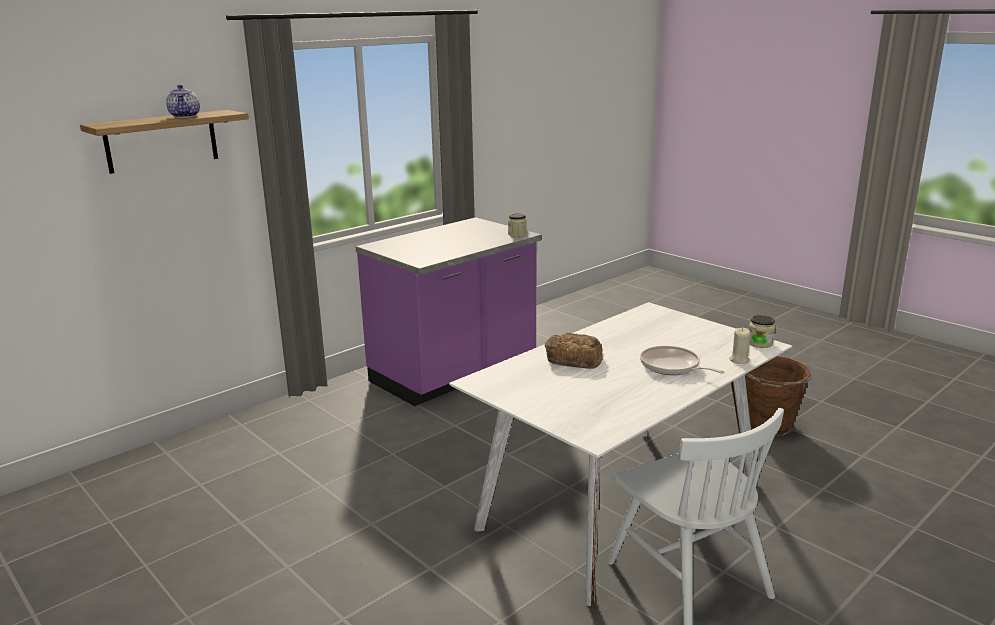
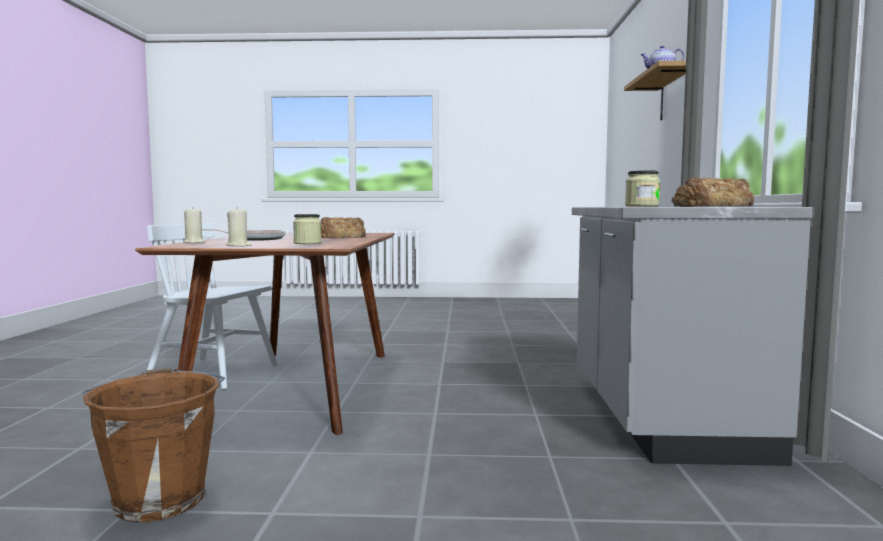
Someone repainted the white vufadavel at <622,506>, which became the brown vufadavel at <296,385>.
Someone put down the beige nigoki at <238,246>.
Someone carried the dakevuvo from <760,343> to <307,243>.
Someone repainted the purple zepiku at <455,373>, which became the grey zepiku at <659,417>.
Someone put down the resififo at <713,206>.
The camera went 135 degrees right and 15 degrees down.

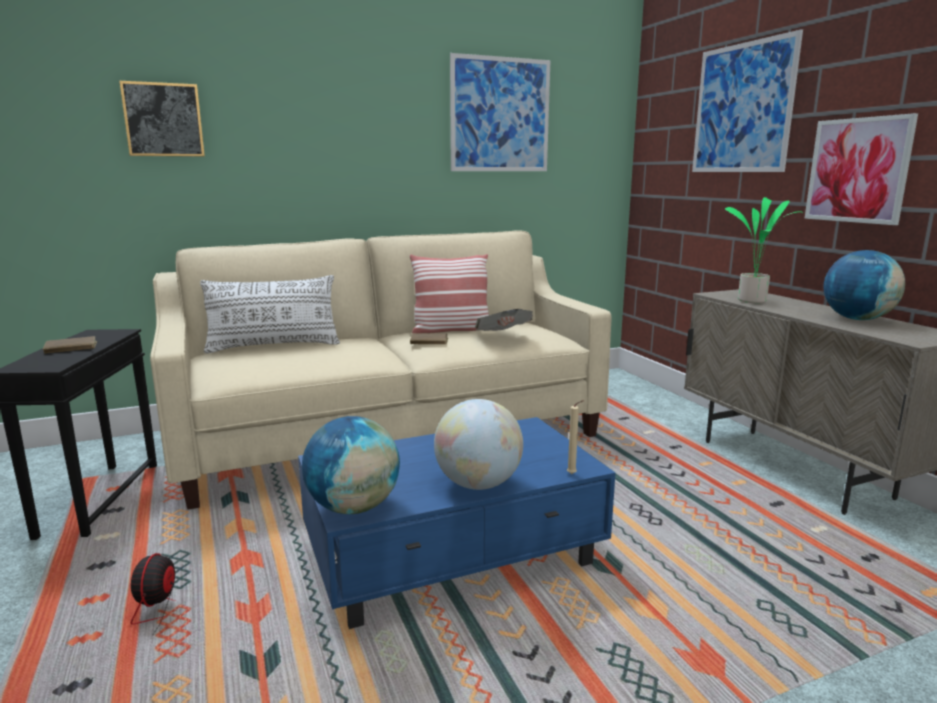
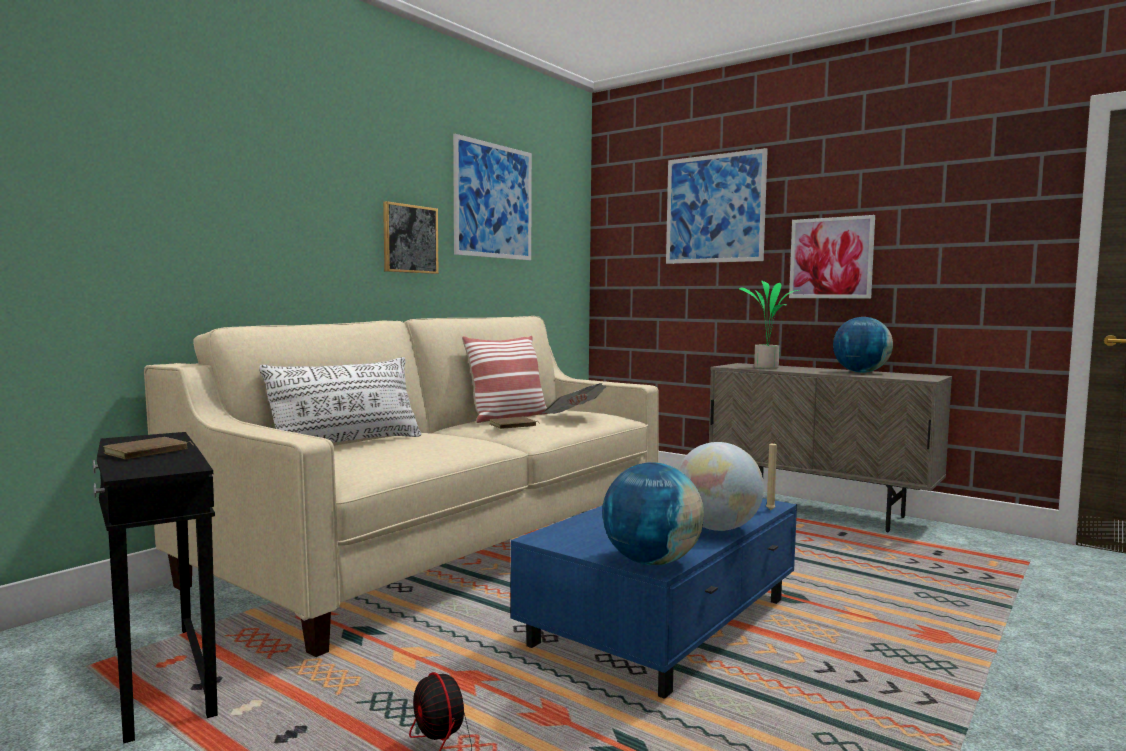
Someone carried the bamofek from <163,120> to <410,239>.
The camera went 30 degrees left and 10 degrees down.

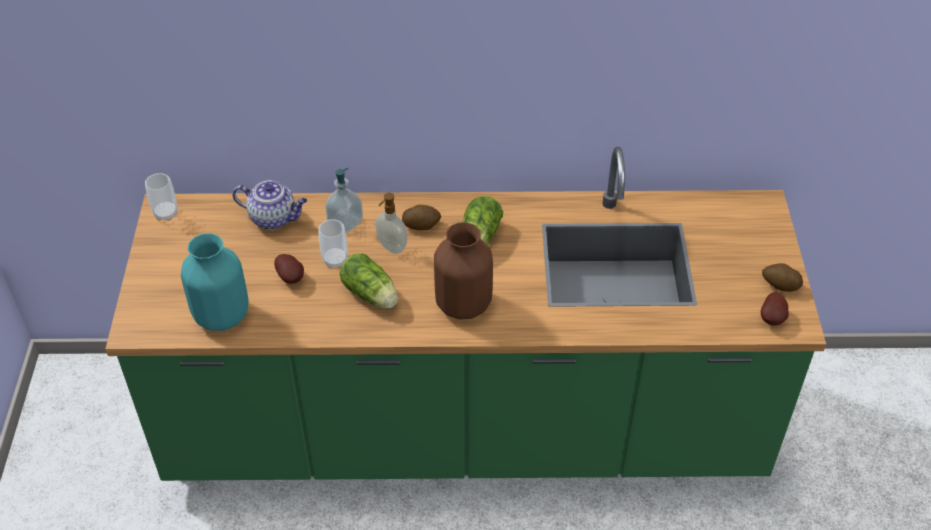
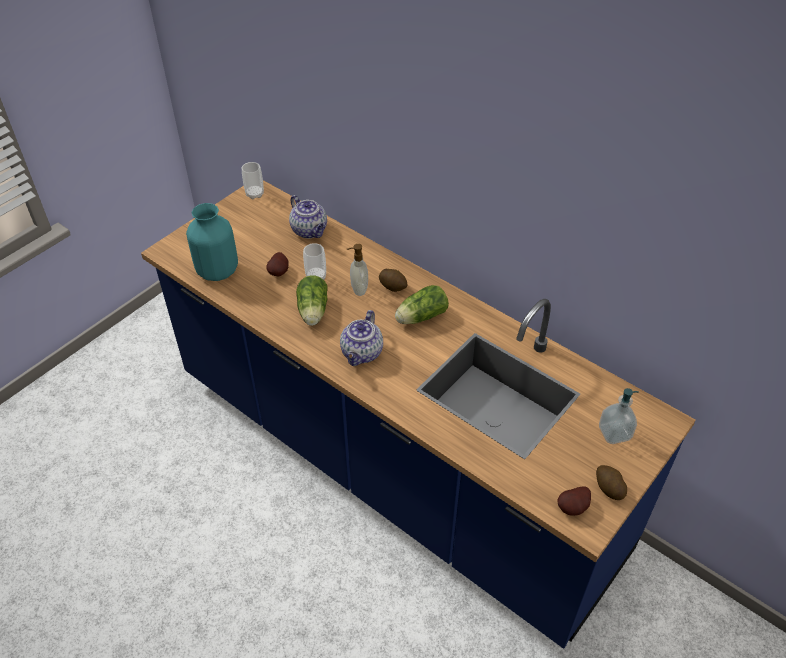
Someone repainted the green zepiku at <465,428>, which became the blue zepiku at <393,462>.
Someone swapped the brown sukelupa at <464,305> for the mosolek at <362,354>.
Someone carried the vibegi from <345,222> to <614,433>.
The camera went 40 degrees right and 0 degrees up.

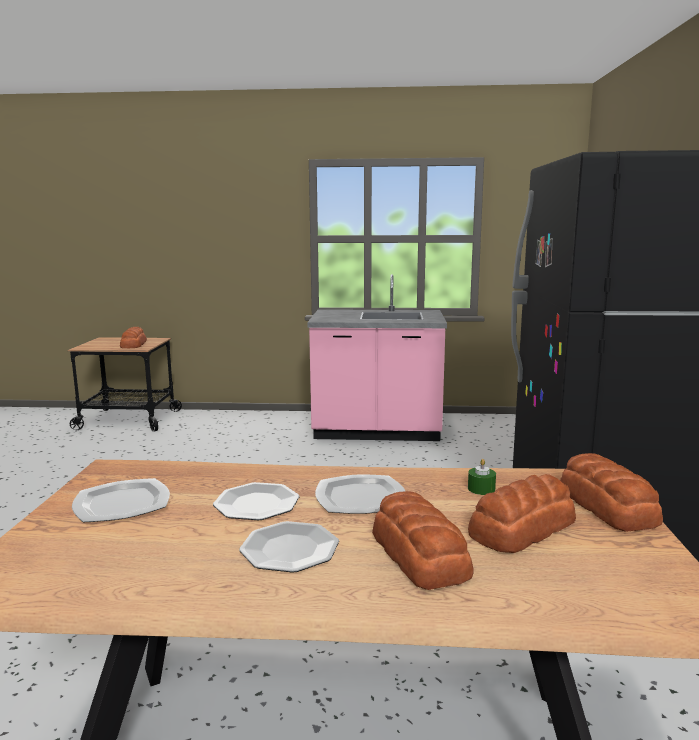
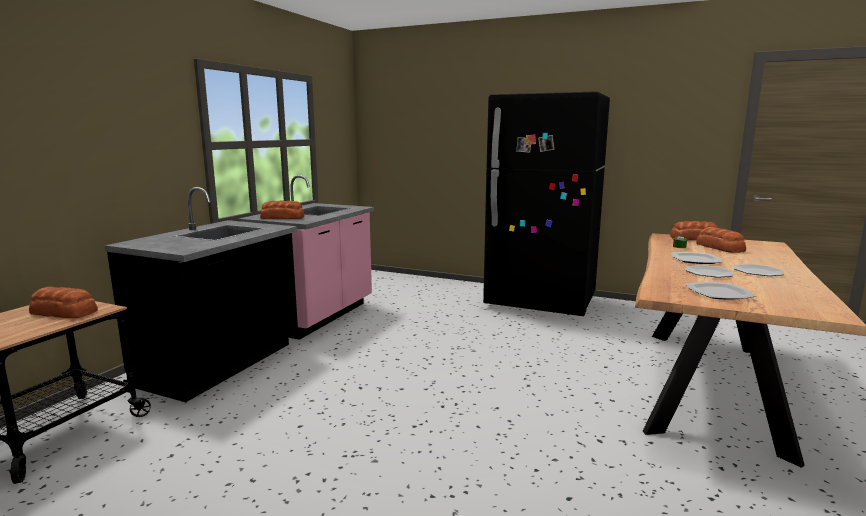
Someone put down the black zepiku at <222,365>.
Someone carried the resififo from <419,554> to <282,217>.
The camera went 70 degrees left and 0 degrees up.

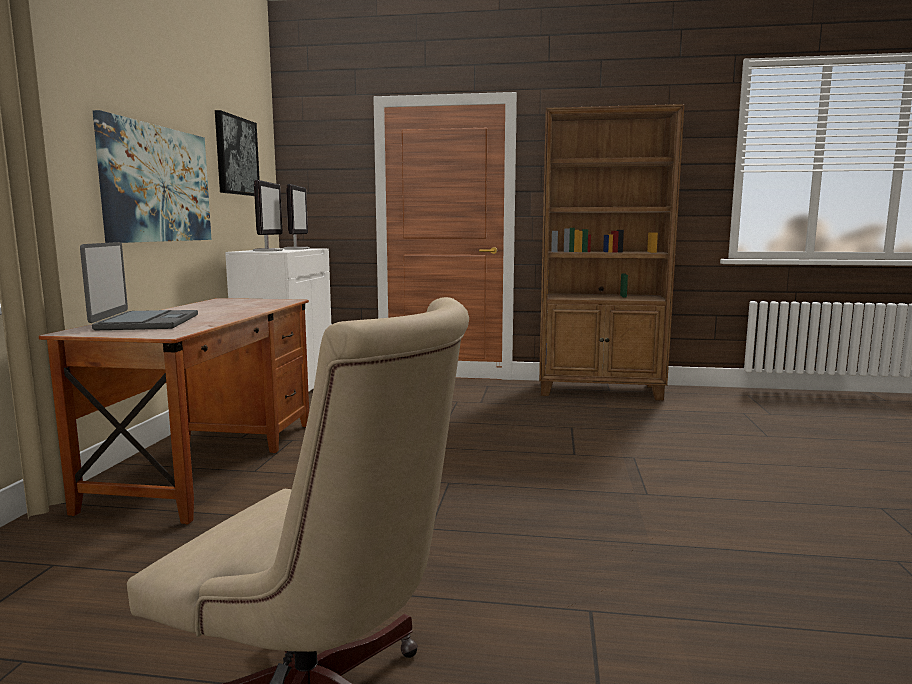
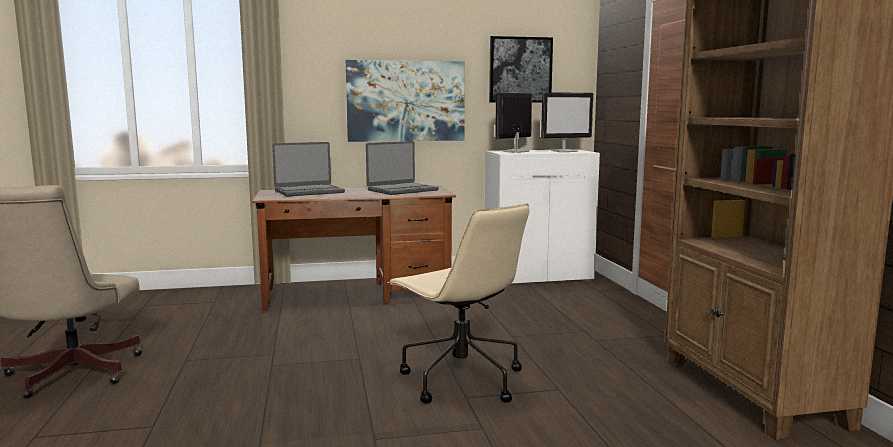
Someone put down the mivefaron at <402,190>.
Someone put down the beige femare at <460,380>.
Someone rotated the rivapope at <268,250> by 150 degrees clockwise.
The camera went 70 degrees right and 0 degrees up.

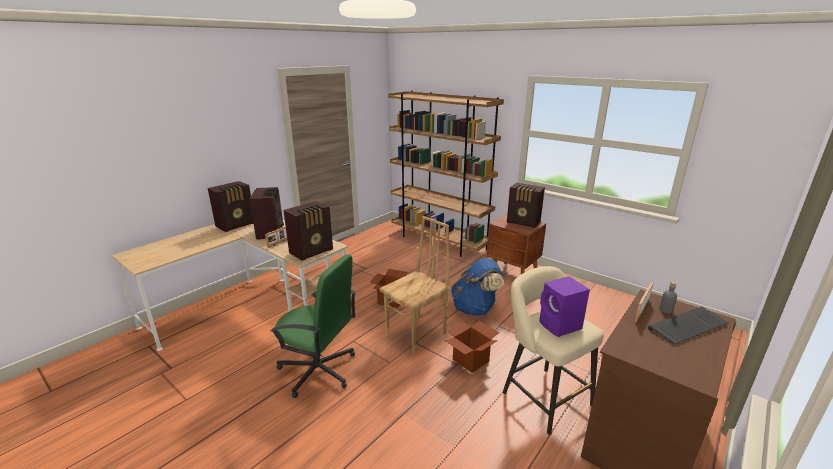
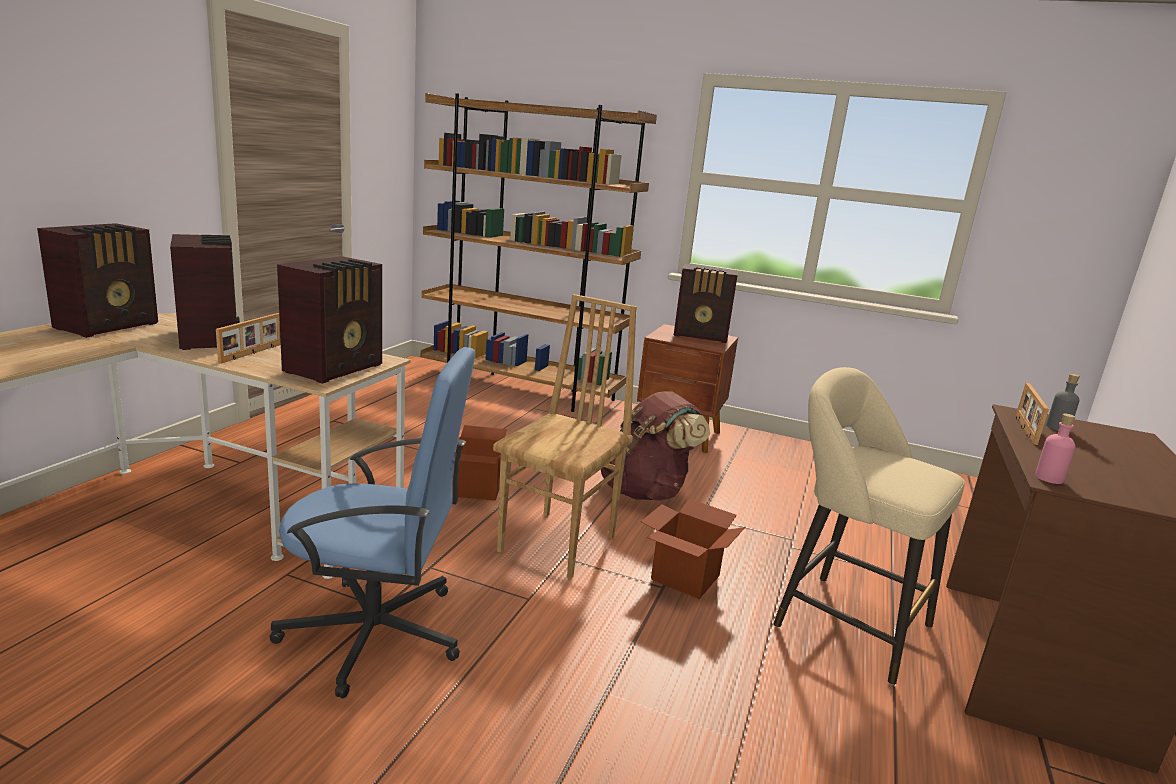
Someone repainted the green femare at <318,370>, which became the blue femare at <377,633>.
Someone repainted the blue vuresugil at <475,308>, which became the brown vuresugil at <645,492>.
Someone put down the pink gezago at <1049,478>.
Someone took away the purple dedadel at <560,326>.
Someone took away the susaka at <688,327>.
The camera went 20 degrees left and 5 degrees down.

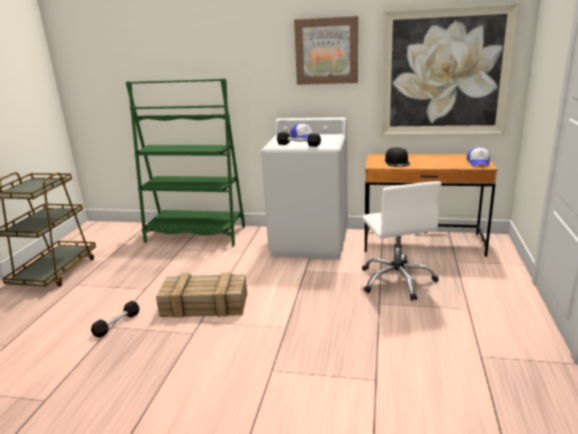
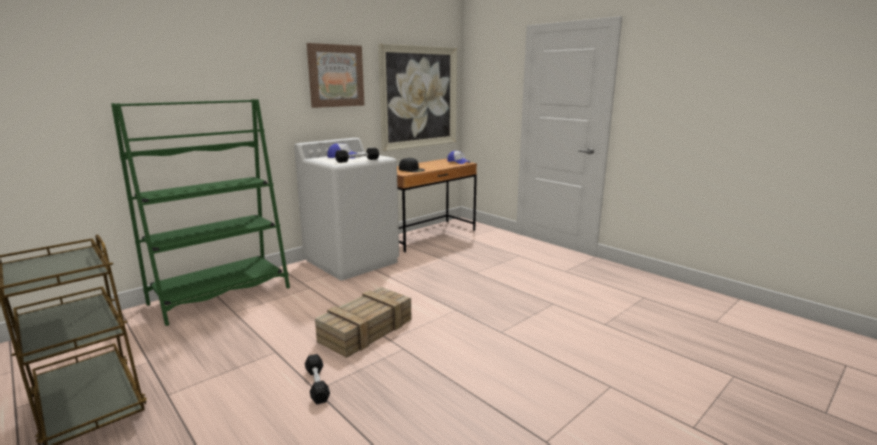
Someone took away the white femare at <397,280>.
The camera went 55 degrees left and 5 degrees down.

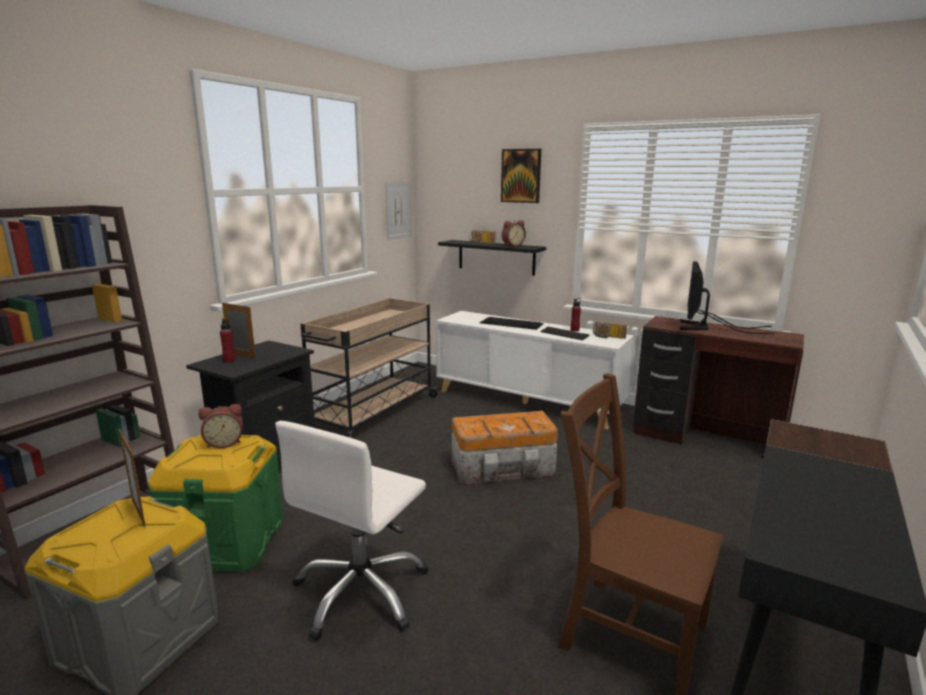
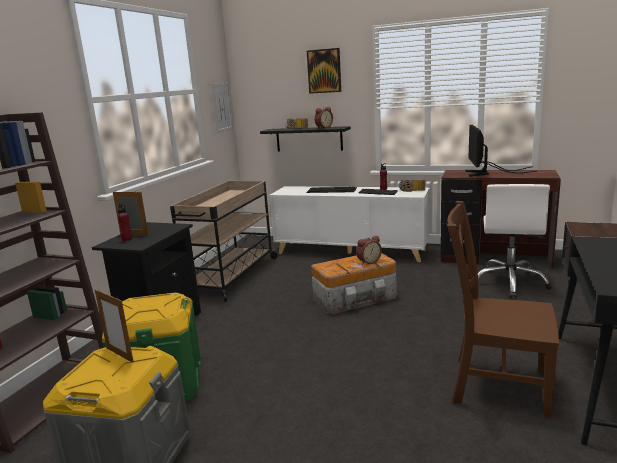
Someone carried the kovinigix from <224,443> to <368,261>.
Someone carried the white femare from <361,592> to <510,282>.
The camera went 10 degrees left and 0 degrees up.

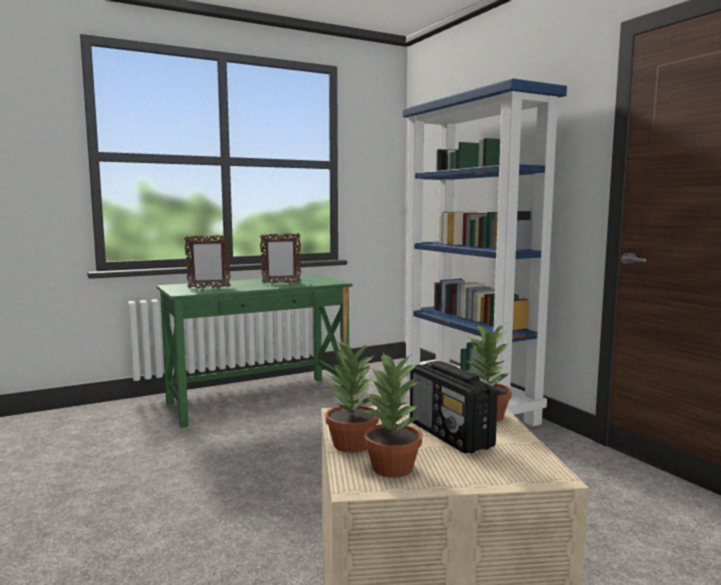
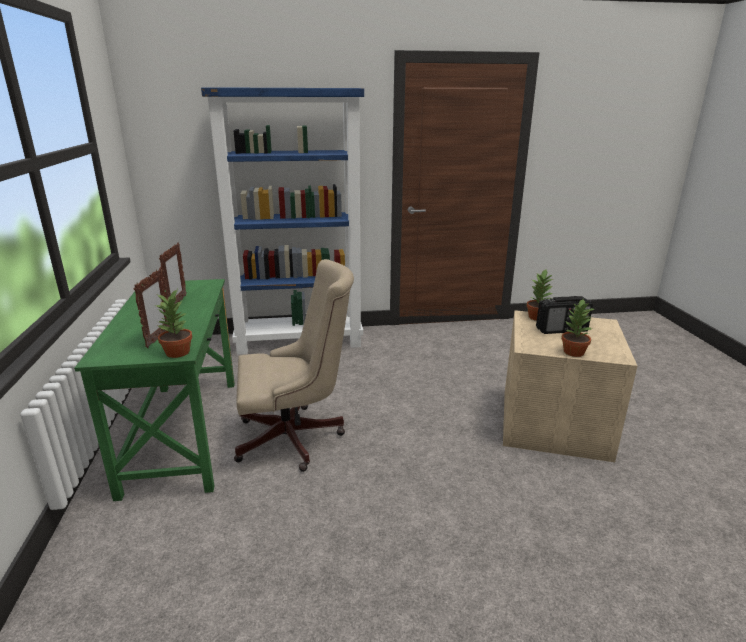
Someone carried the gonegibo from <392,468> to <178,352>.
Someone put down the beige femare at <296,438>.
The camera went 70 degrees left and 15 degrees up.

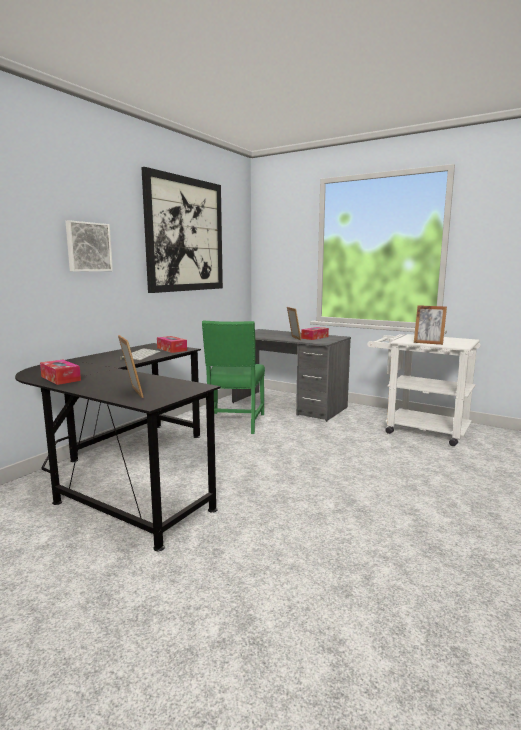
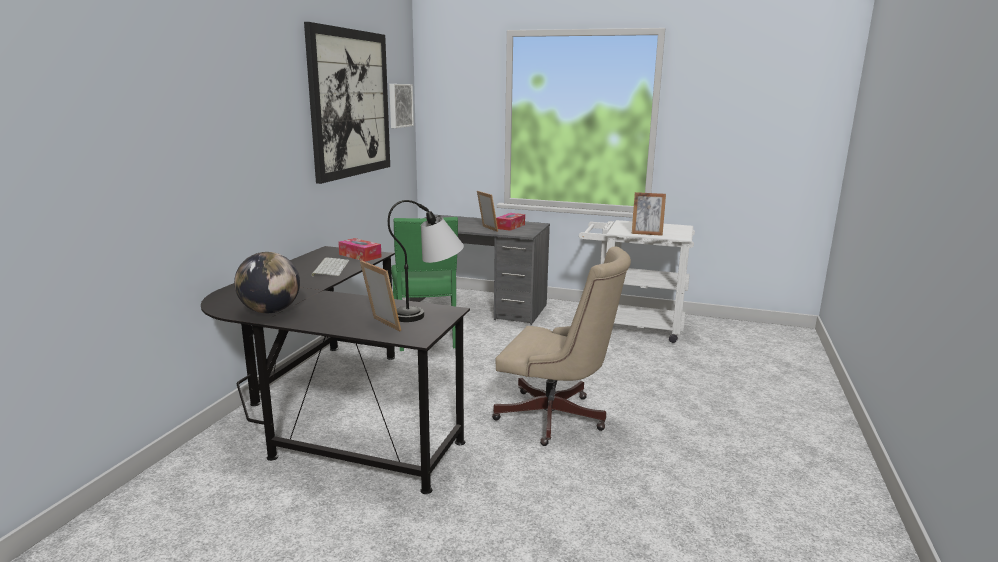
Someone swapped the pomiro at <60,378> for the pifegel at <270,311>.
Someone put down the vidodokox at <429,313>.
Someone carried the bamofek from <88,247> to <399,105>.
Someone put down the beige femare at <557,419>.
The camera went 15 degrees left and 5 degrees up.

